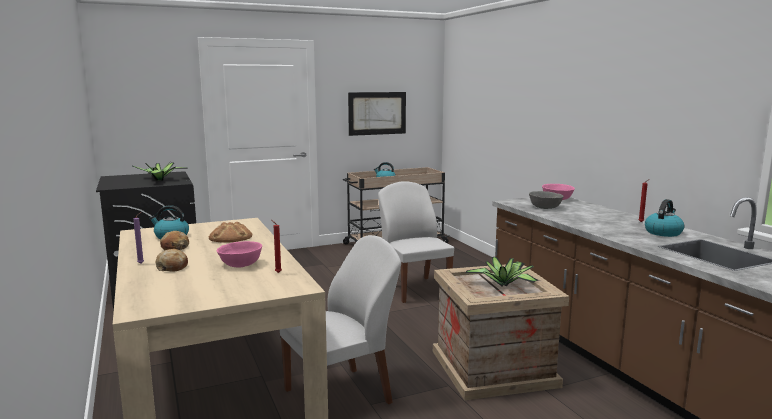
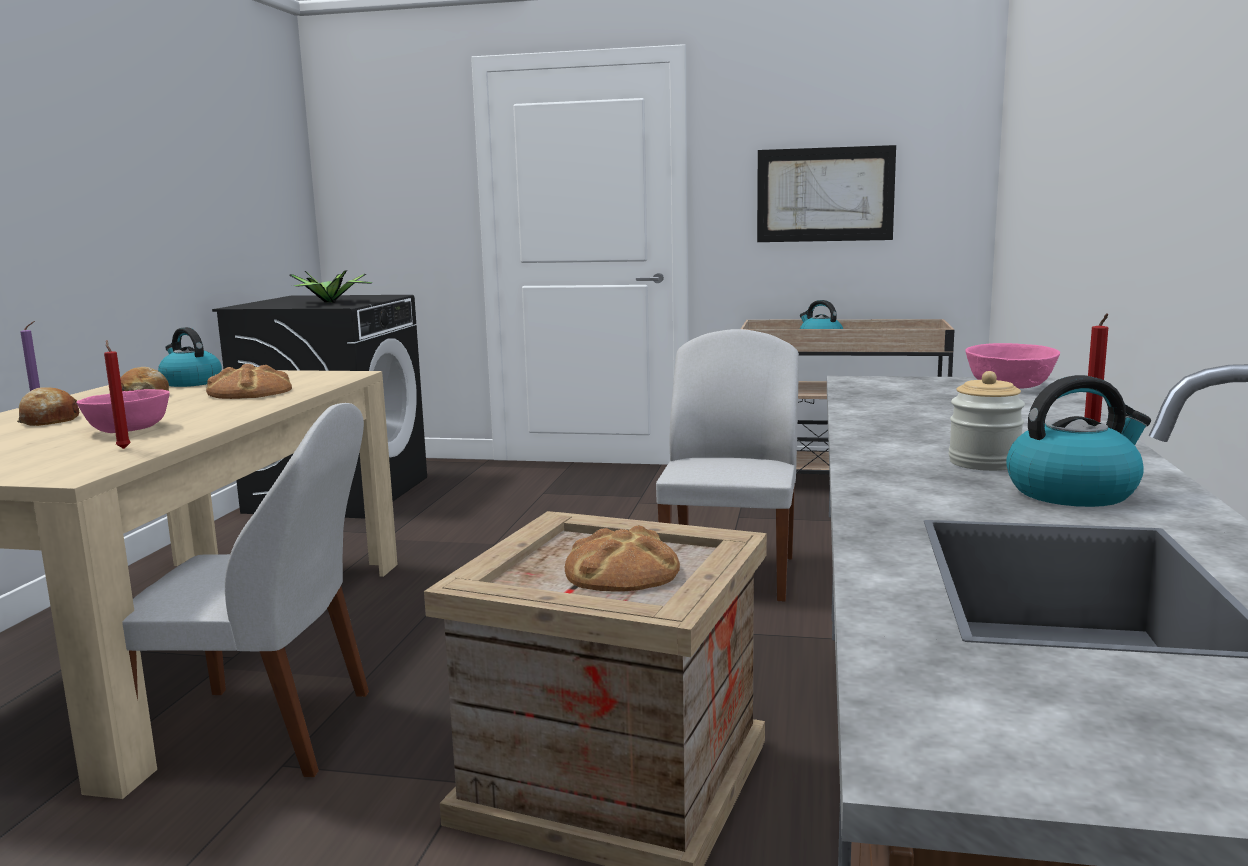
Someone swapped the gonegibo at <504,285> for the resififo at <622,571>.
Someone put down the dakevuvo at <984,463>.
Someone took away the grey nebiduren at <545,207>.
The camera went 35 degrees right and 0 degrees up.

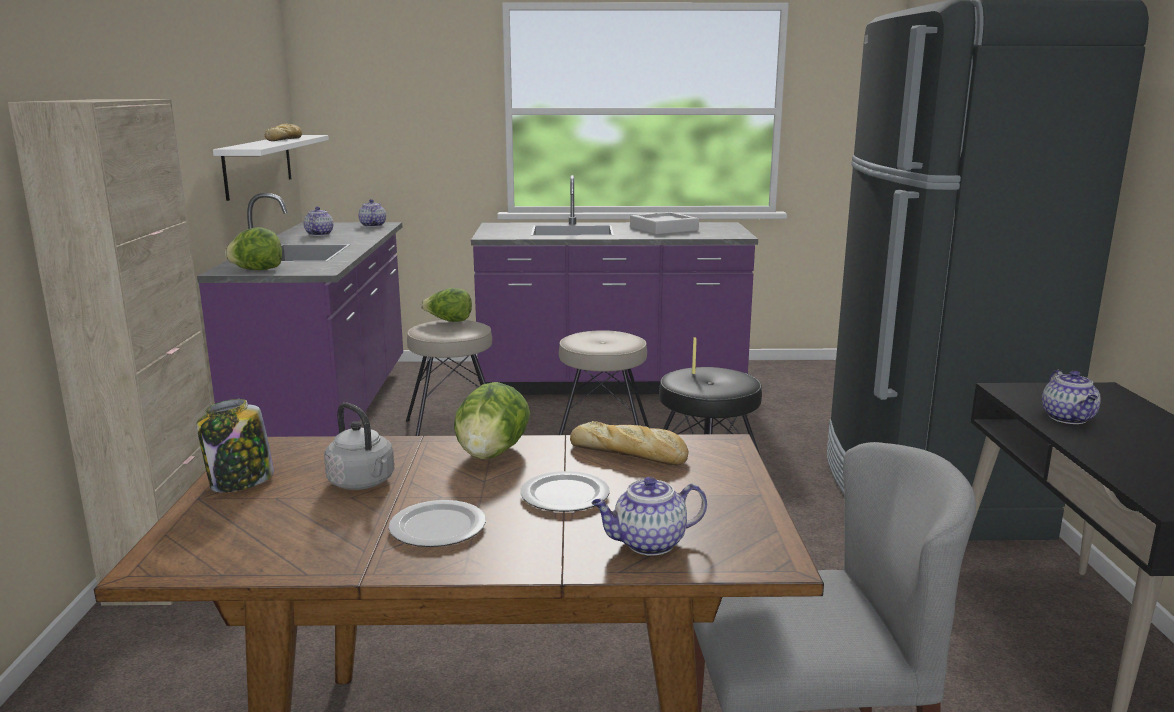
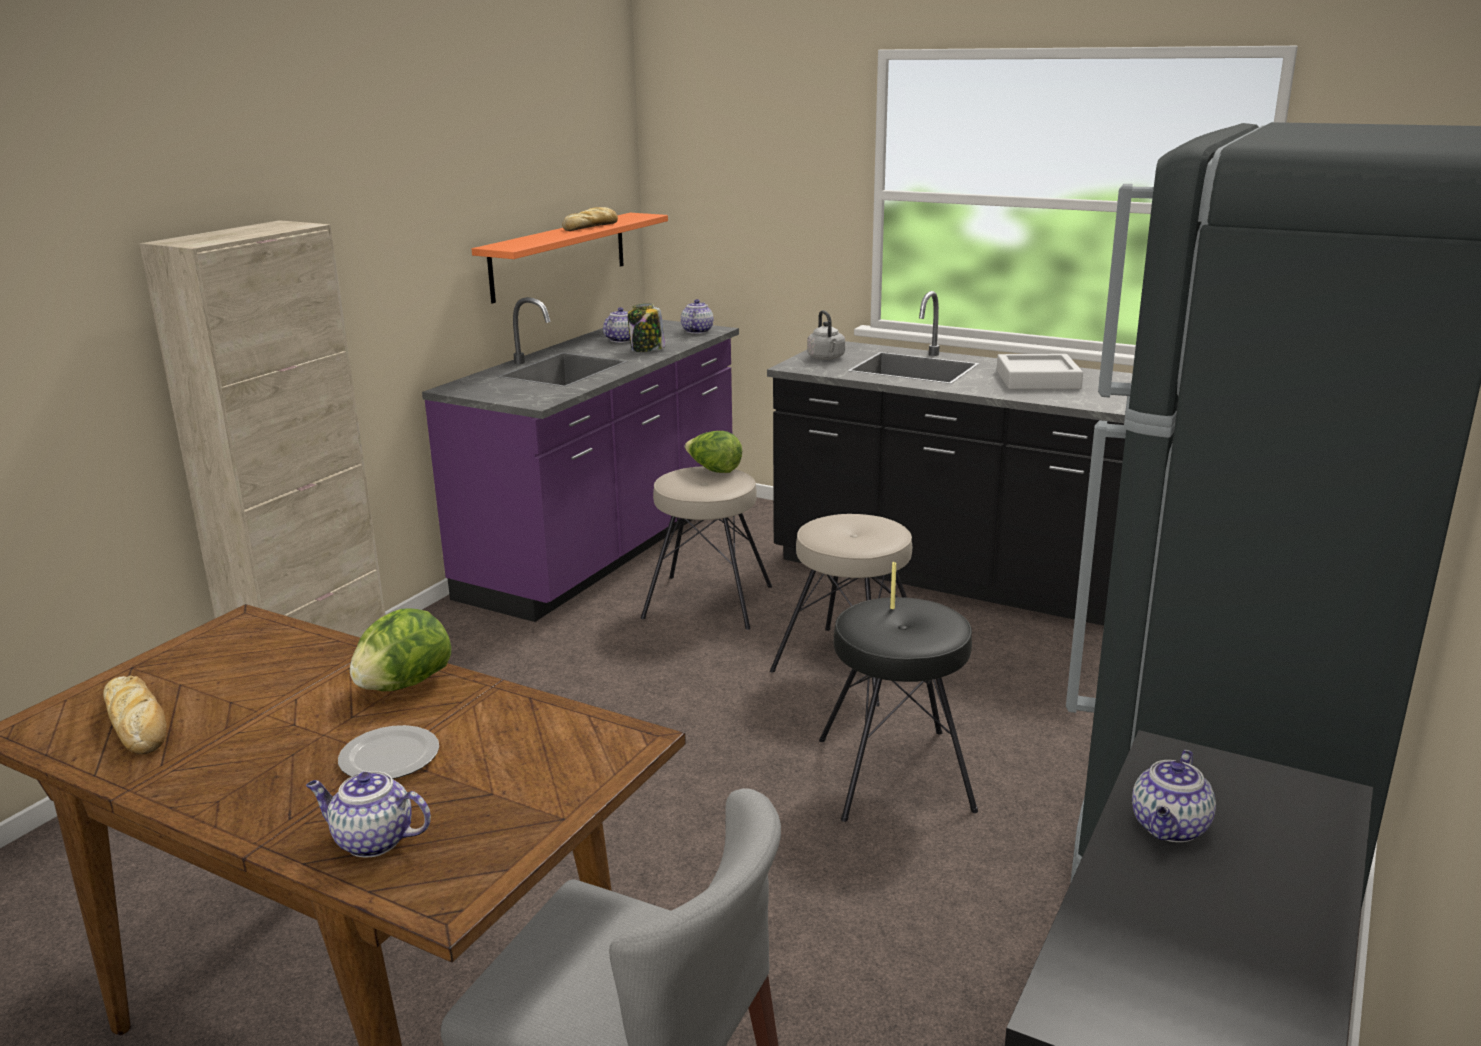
Someone carried the resififo from <630,454> to <137,724>.
Someone repainted the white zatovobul at <258,165>, which became the orange zatovobul at <559,256>.
Someone carried the dakevuvo from <240,482> to <647,350>.
Someone repainted the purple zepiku at <611,384>, which became the black zepiku at <953,577>.
Someone carried the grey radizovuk from <363,483> to <826,358>.
Someone took away the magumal at <257,270>.
Someone took away the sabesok at <438,527>.
The camera went 30 degrees right and 5 degrees up.

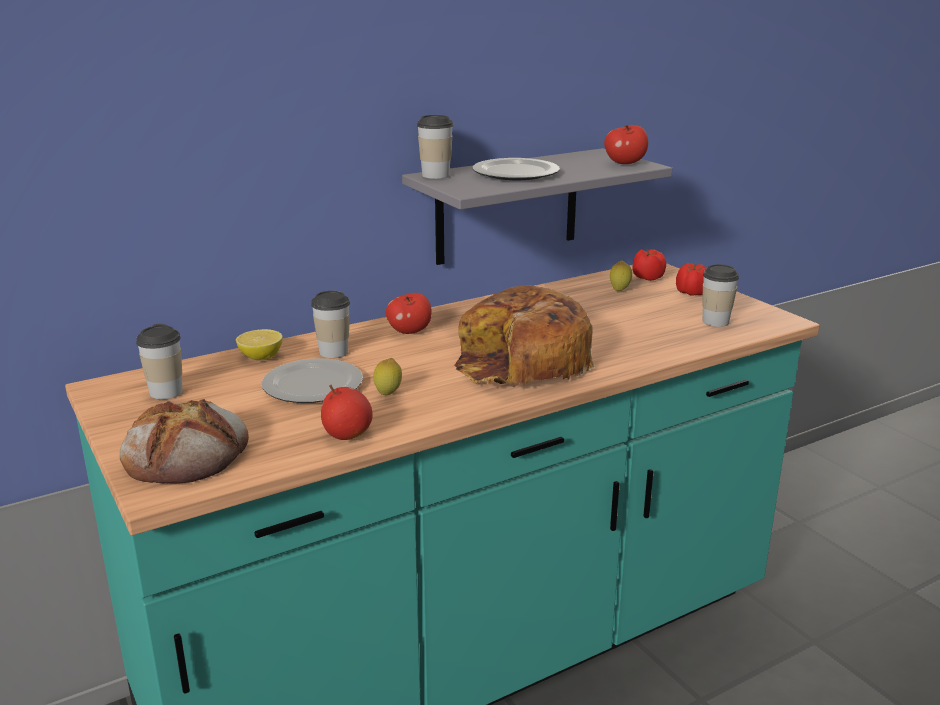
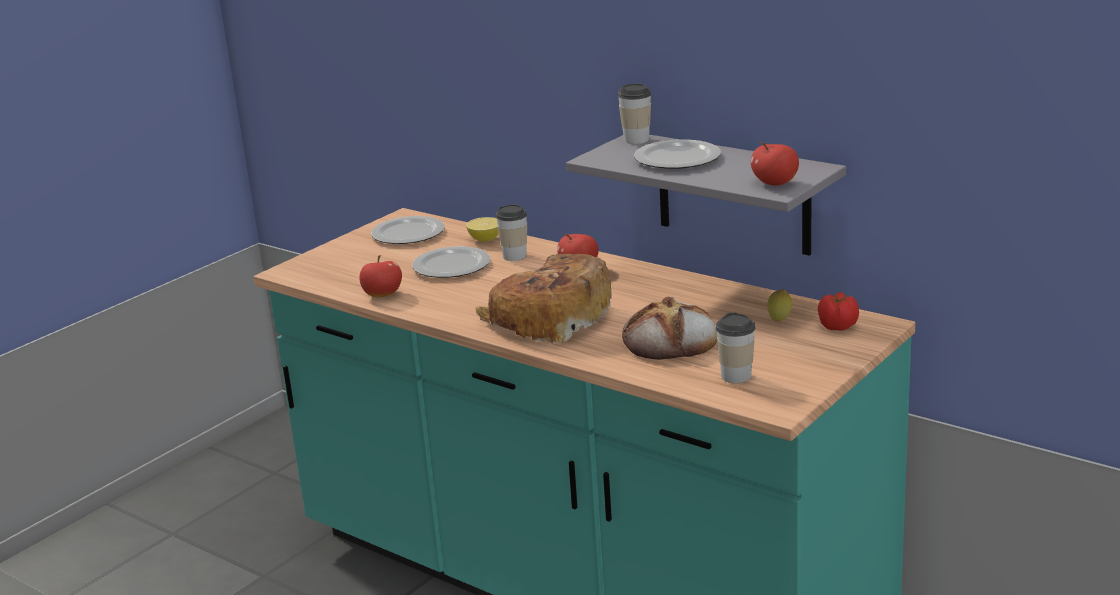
Someone swapped the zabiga at <166,392> for the sabesok at <408,233>.
Someone carried the resififo from <187,452> to <671,340>.
Someone took away the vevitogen at <388,394>.
Someone took away the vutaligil at <691,293>.
The camera went 70 degrees right and 0 degrees up.

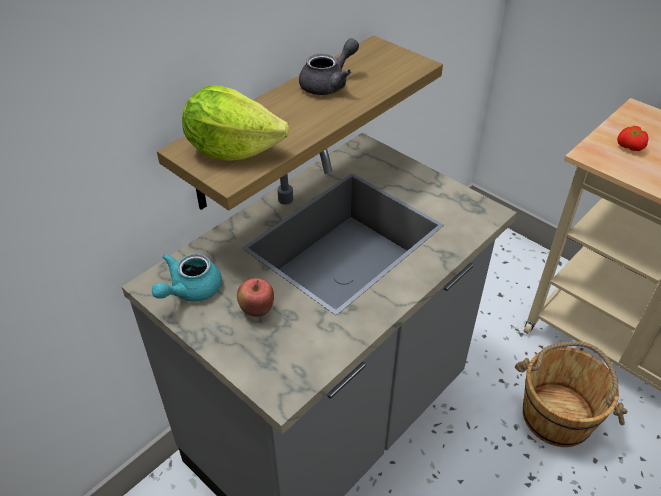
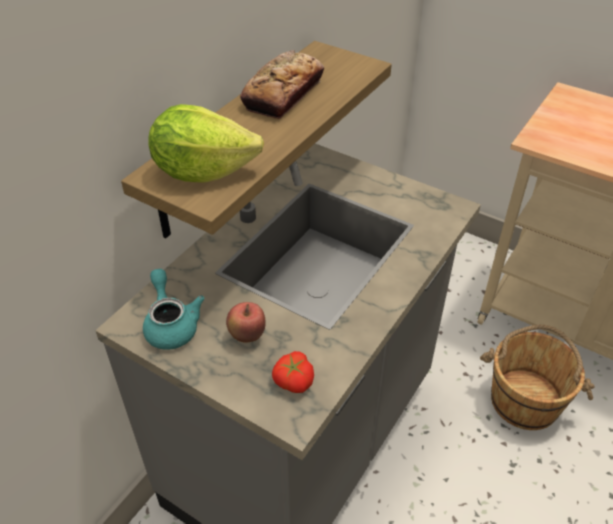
Someone rotated the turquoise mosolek at <190,290> by 135 degrees clockwise.
Someone swapped the grey mosolek at <329,84> for the resififo at <283,93>.
Someone carried the vutaligil from <629,146> to <293,381>.
The camera went 10 degrees left and 0 degrees up.

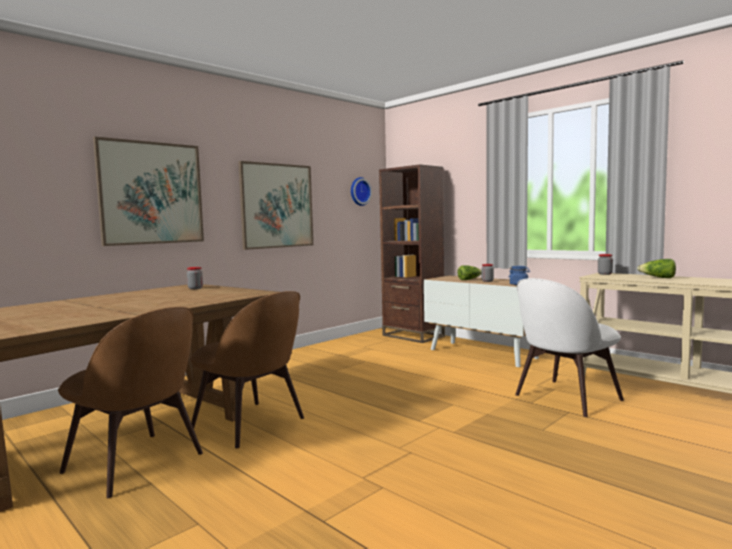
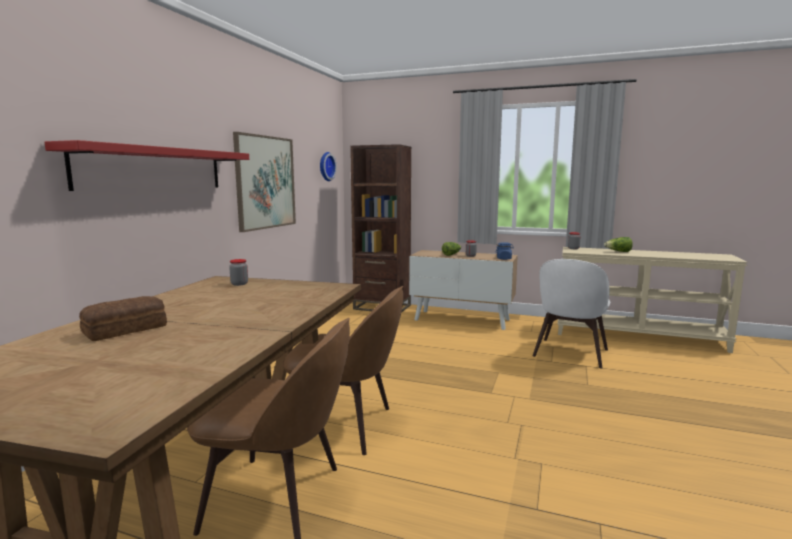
Someone swapped the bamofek at <151,193> for the red zatovobul at <154,169>.
Someone put down the resififo at <127,330>.
The camera went 25 degrees left and 5 degrees up.

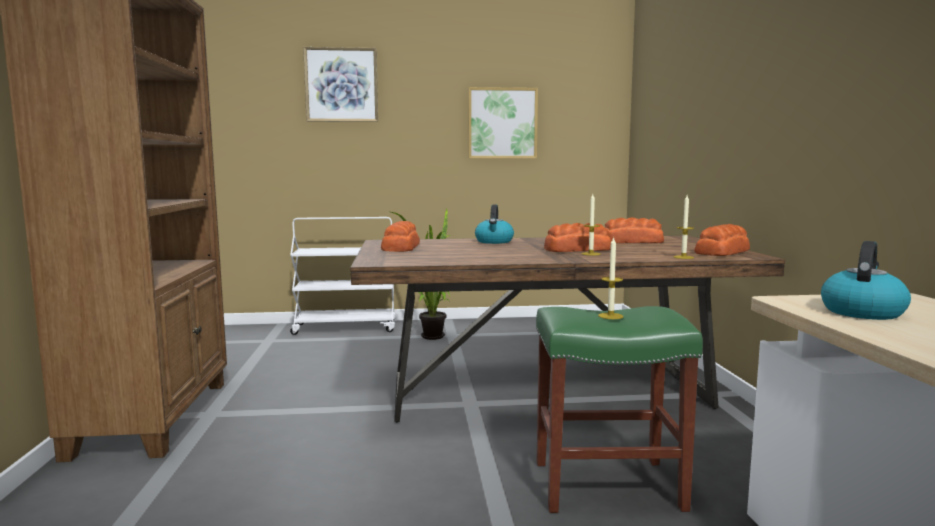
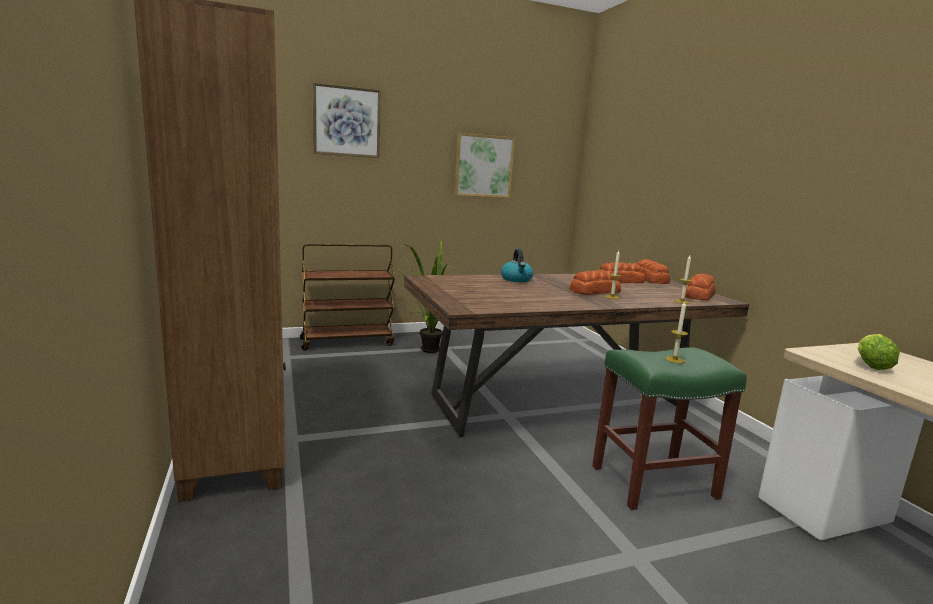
Someone repainted the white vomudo at <346,328>, which became the brown vomudo at <347,342>.
Someone carried the resififo from <400,247> to <650,279>.
Someone swapped the radizovuk at <862,312> for the magumal at <870,365>.
The camera went 15 degrees left and 5 degrees up.

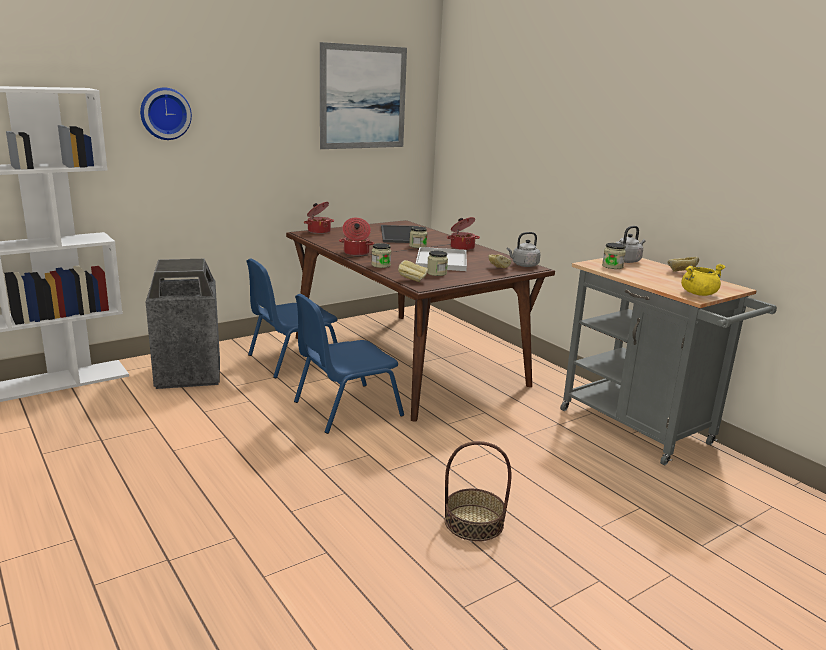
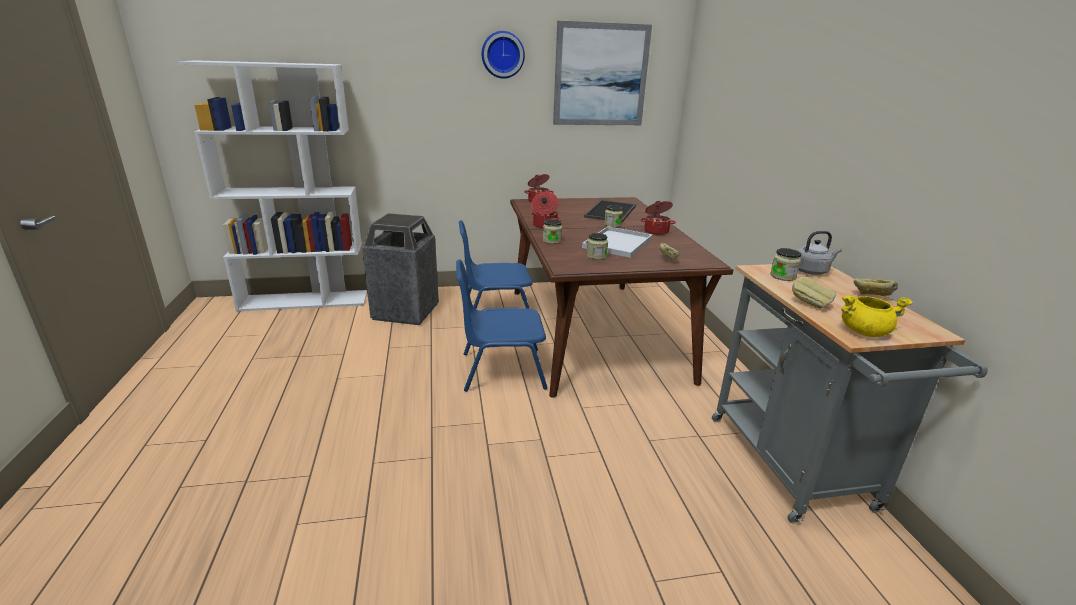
Someone carried the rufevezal from <164,113> to <502,54>.
Someone carried the resififo from <412,280> to <810,304>.
Someone took away the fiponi at <474,523>.
Someone took away the grey radizovuk at <523,265>.
The camera went 25 degrees right and 5 degrees up.

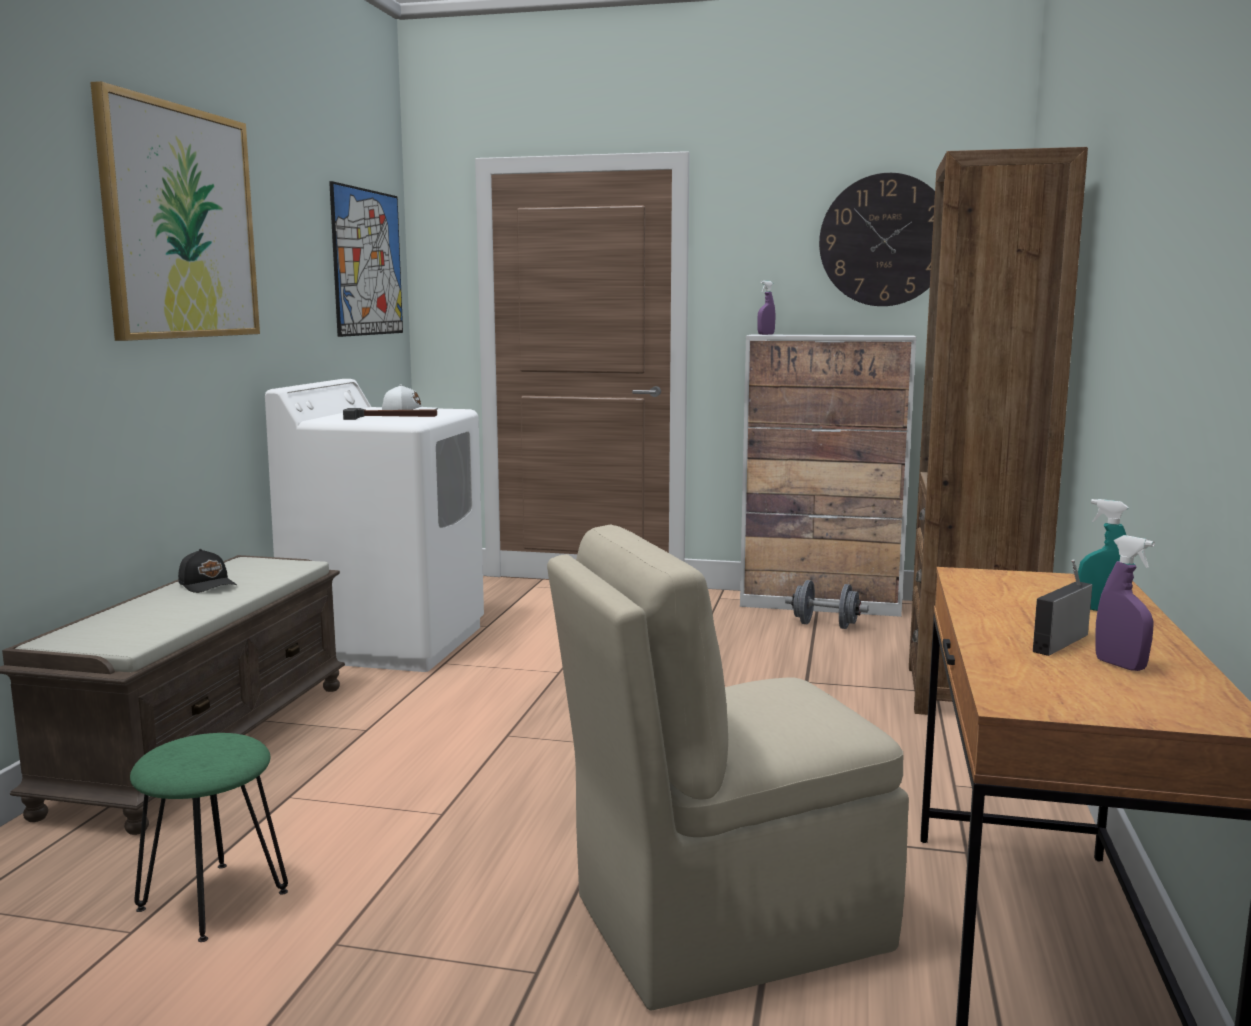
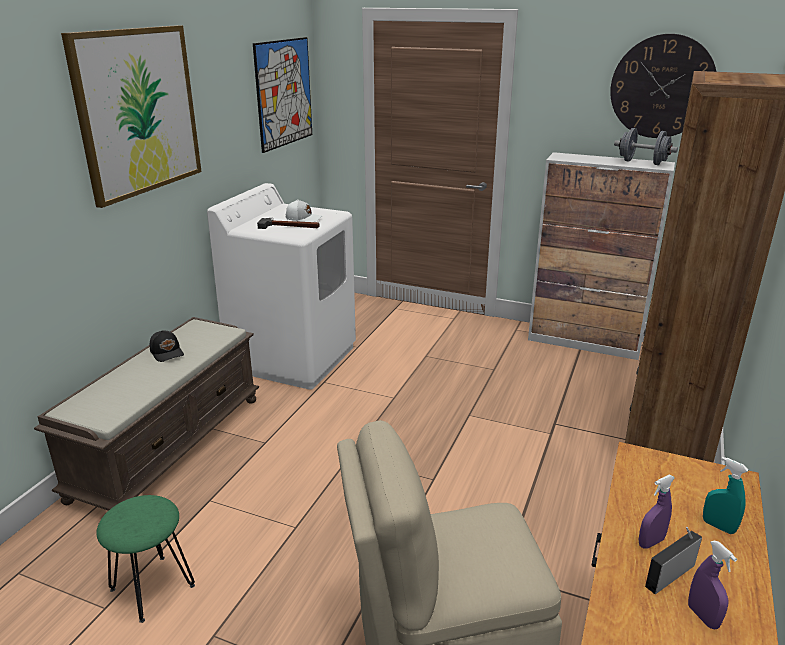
Someone carried the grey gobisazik from <825,625> to <642,162>.
Someone carried the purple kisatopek from <766,334> to <651,542>.
The camera went 10 degrees right and 15 degrees up.

